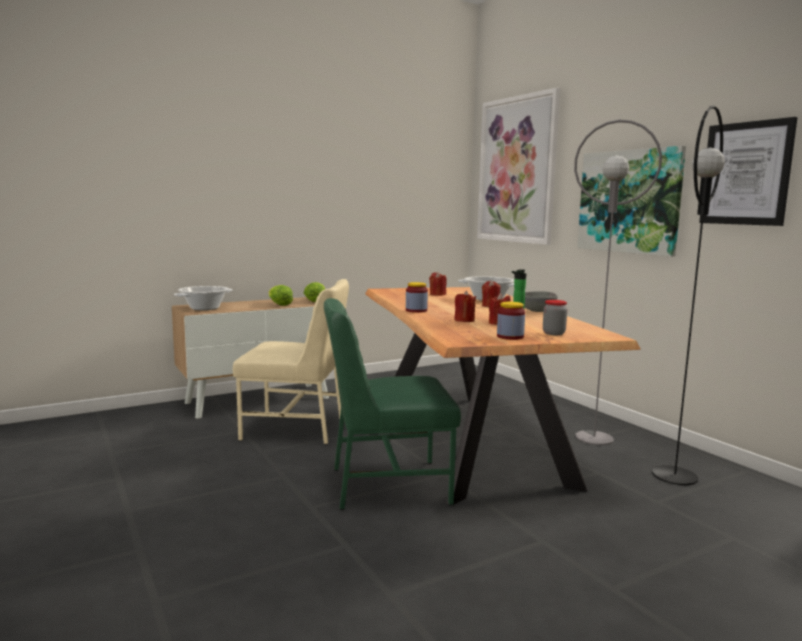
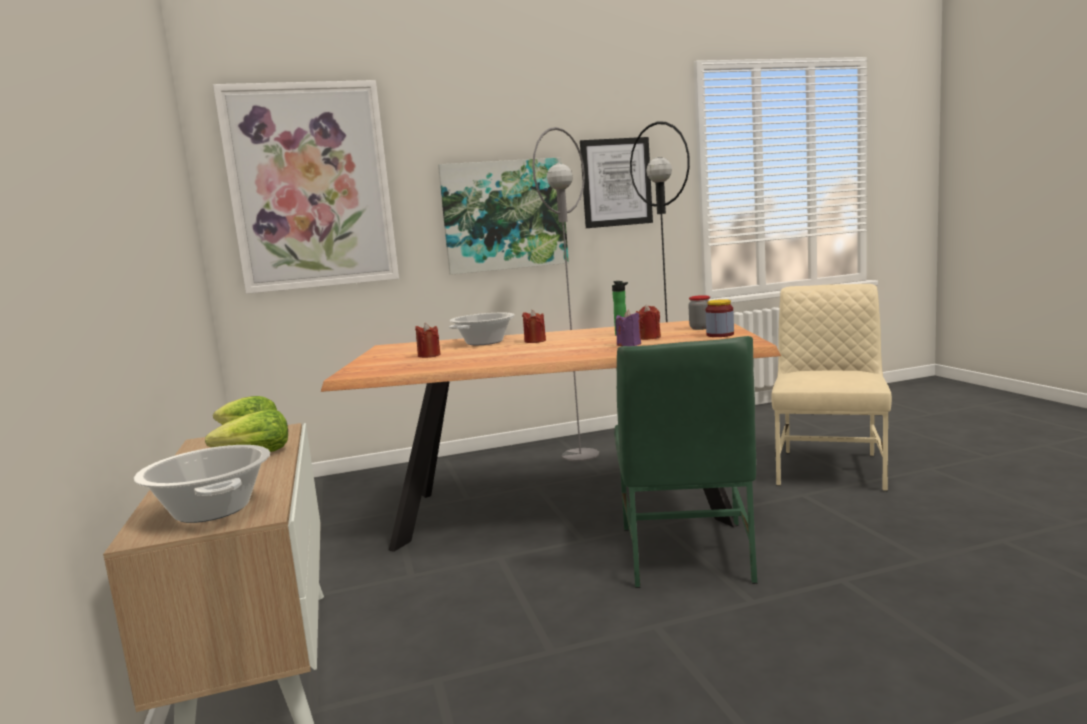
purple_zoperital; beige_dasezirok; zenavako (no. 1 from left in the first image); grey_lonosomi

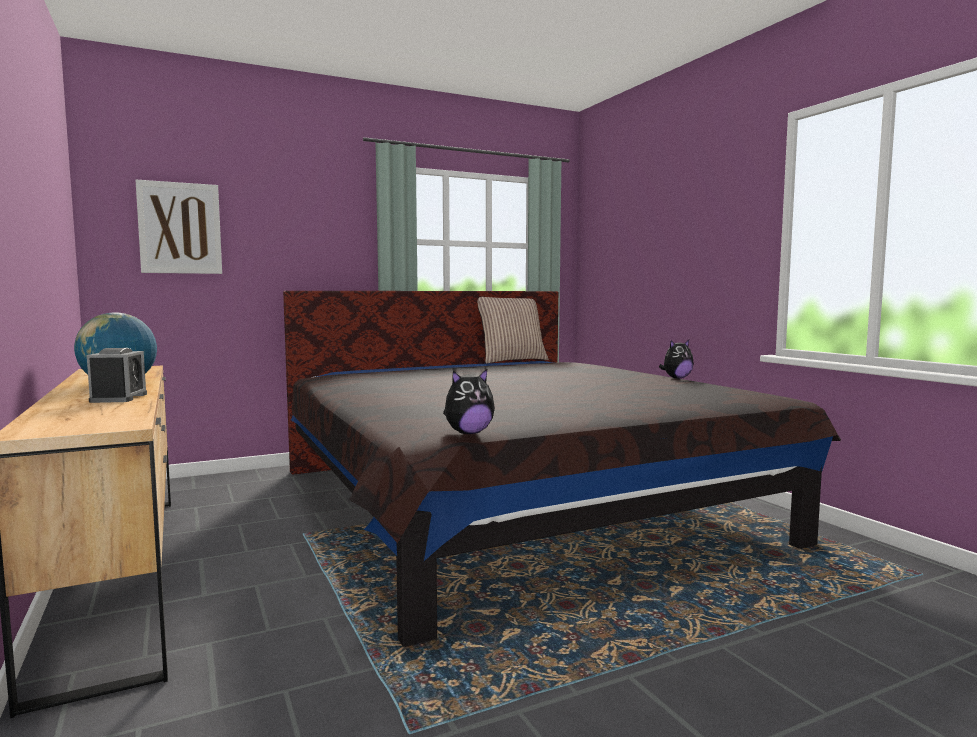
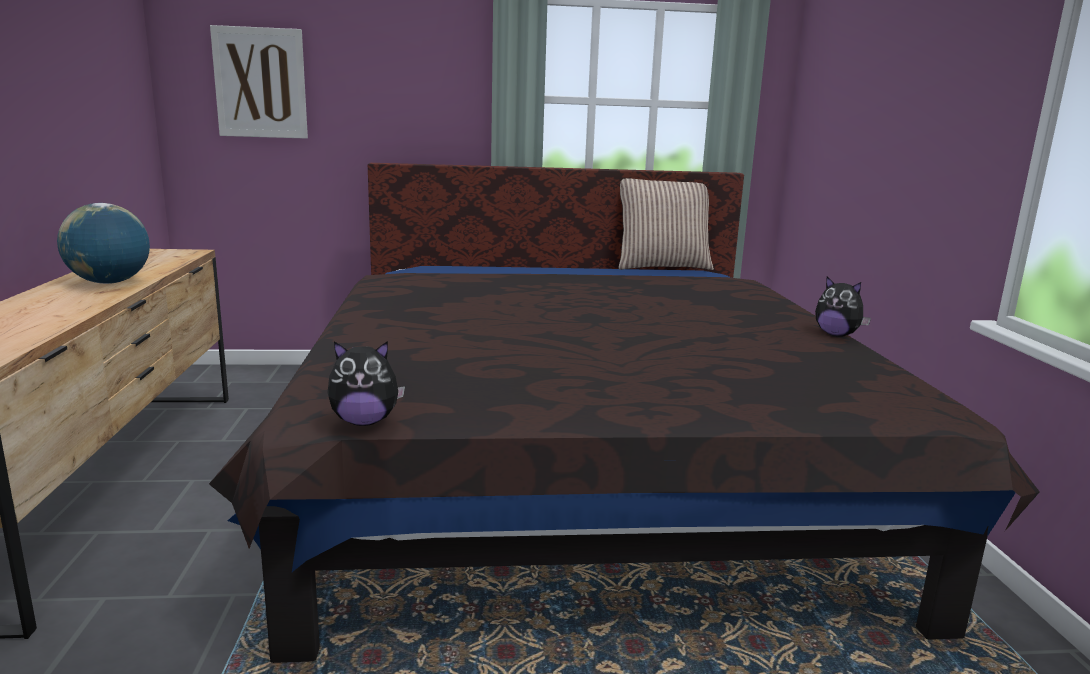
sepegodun (no. 2 from left); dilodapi

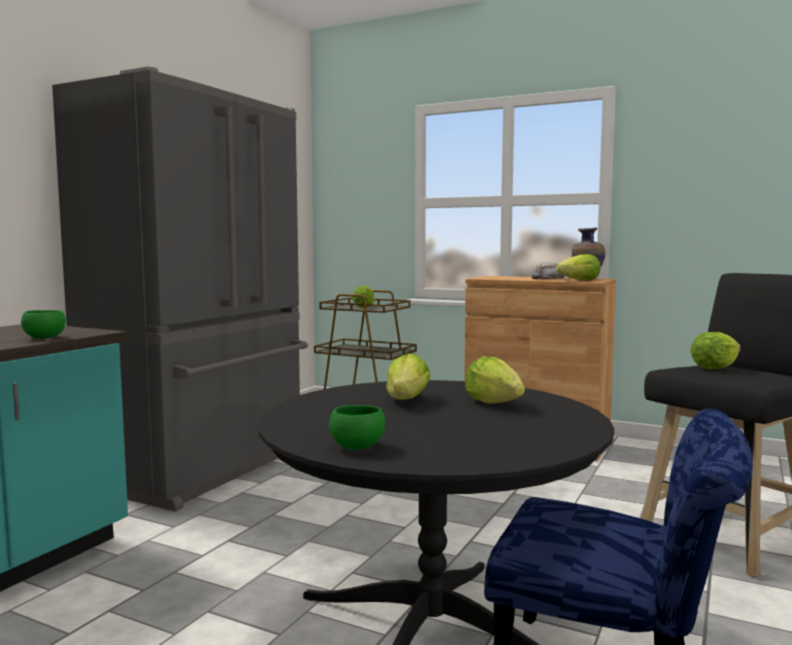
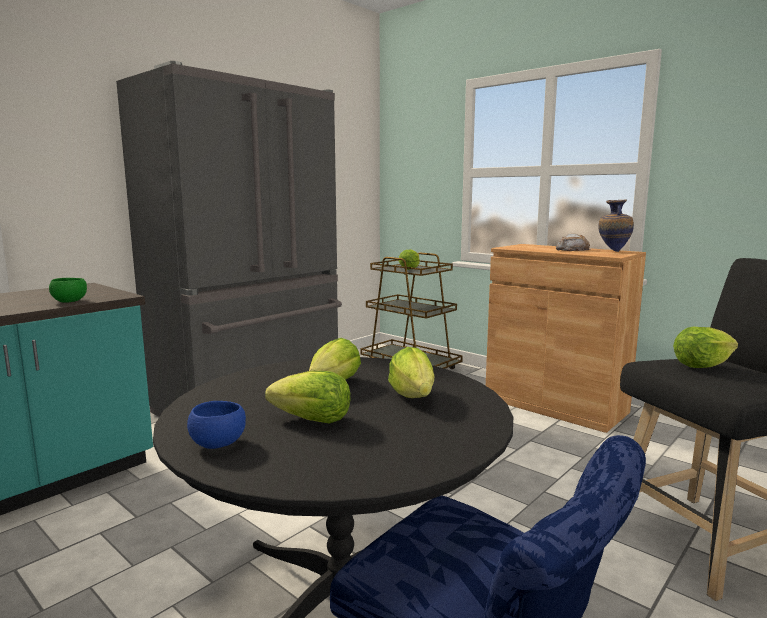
blue_lonosomi; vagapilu (no. 1 from left)

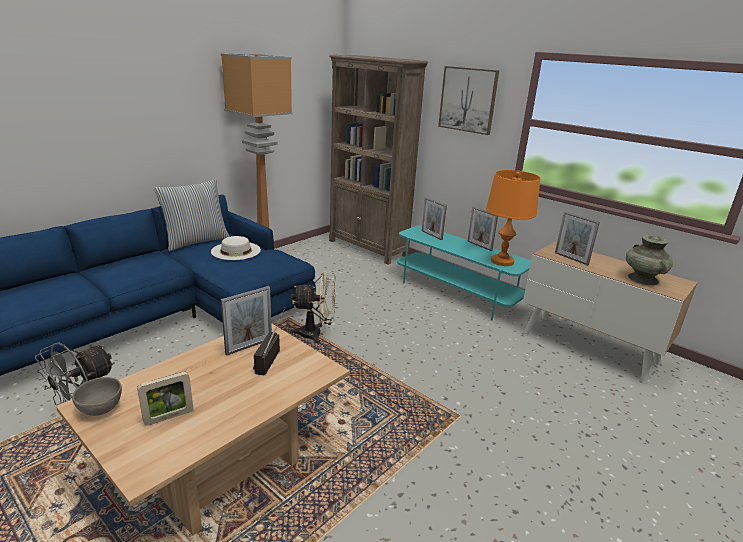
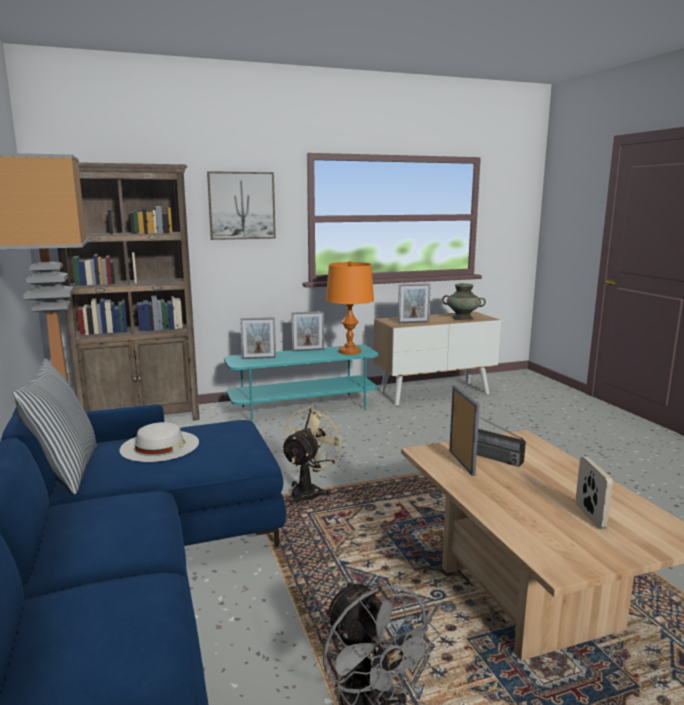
grey_lonosomi

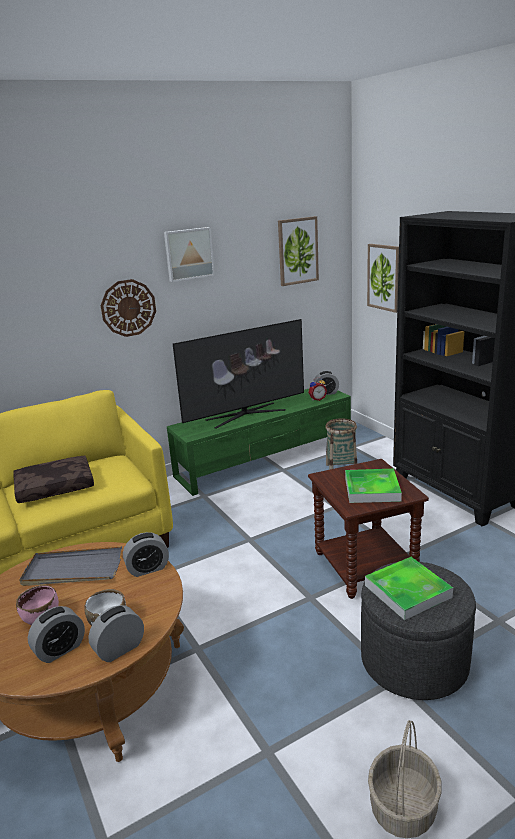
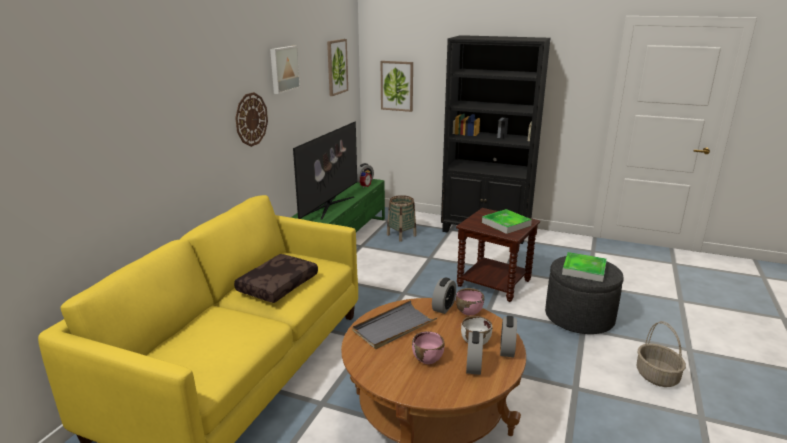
pink_lonosomi (no. 2 from left)

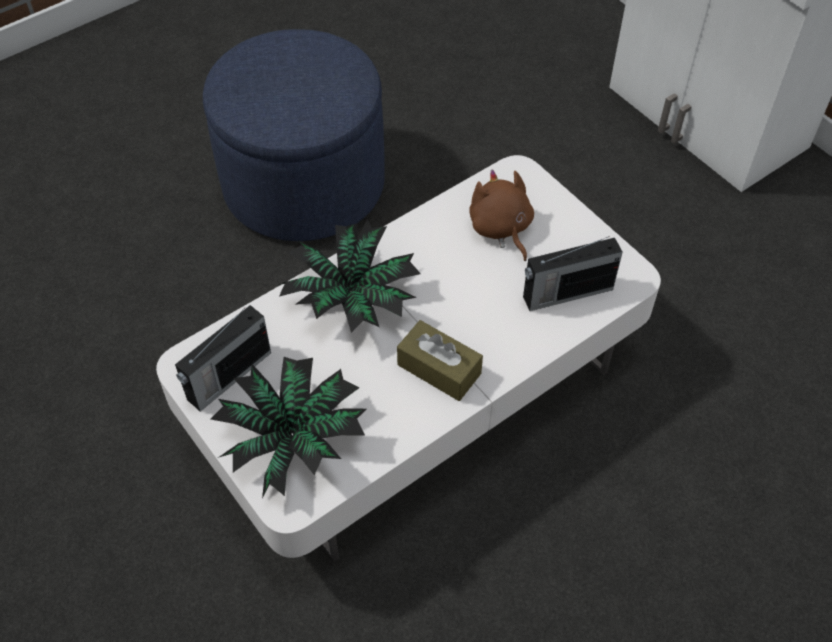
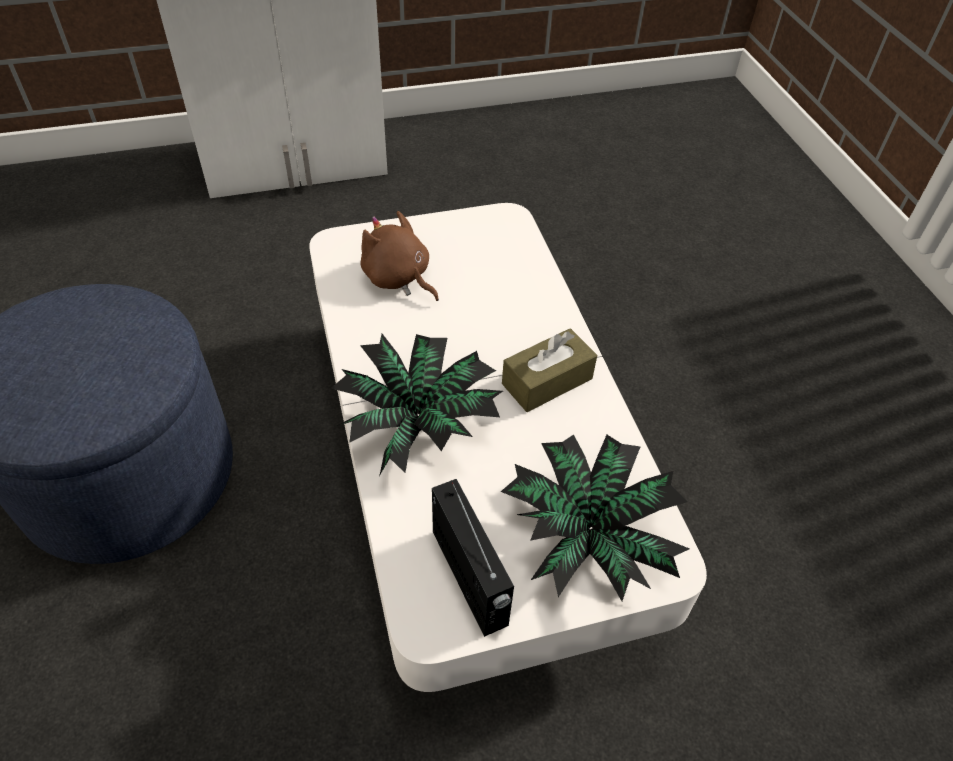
brown_sepegodun; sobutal (no. 2 from left in the first image)

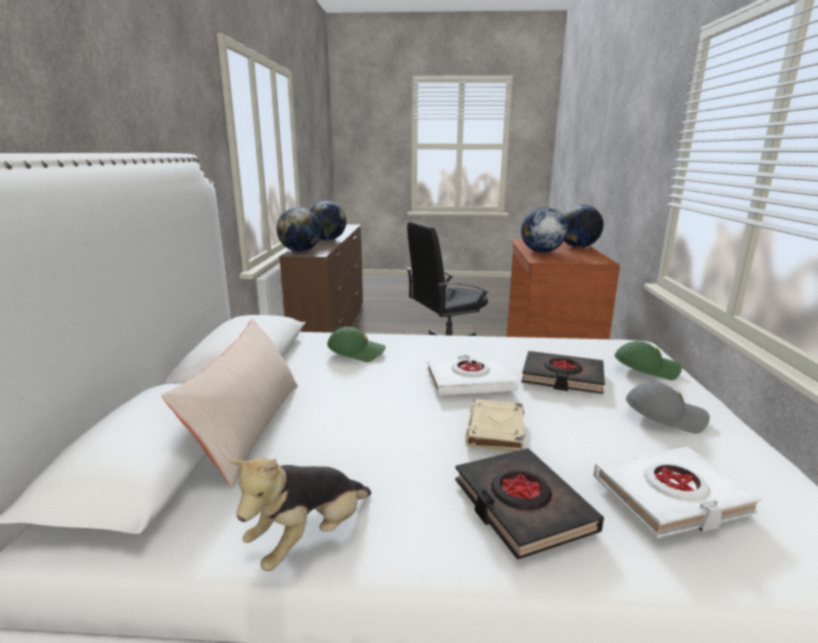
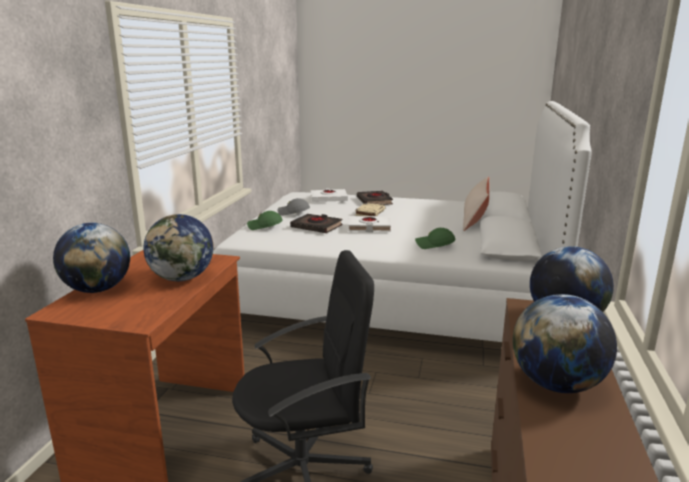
sepegodun

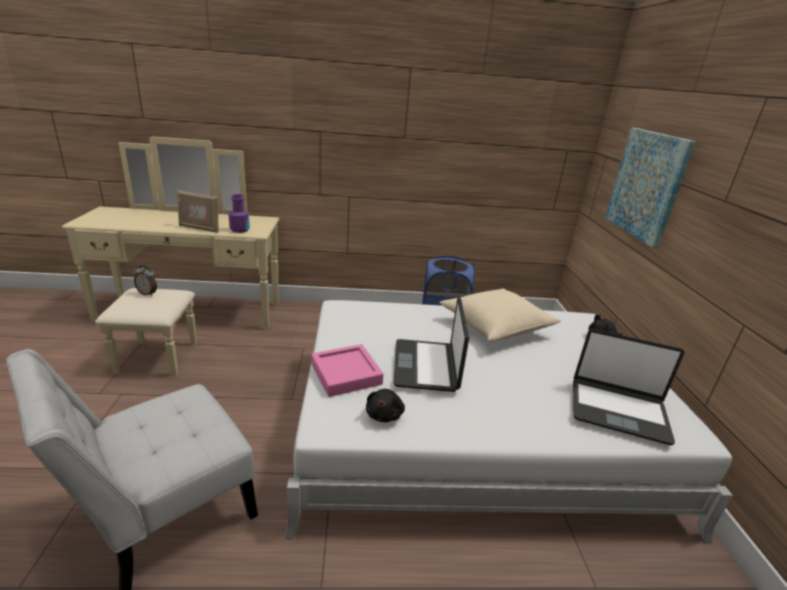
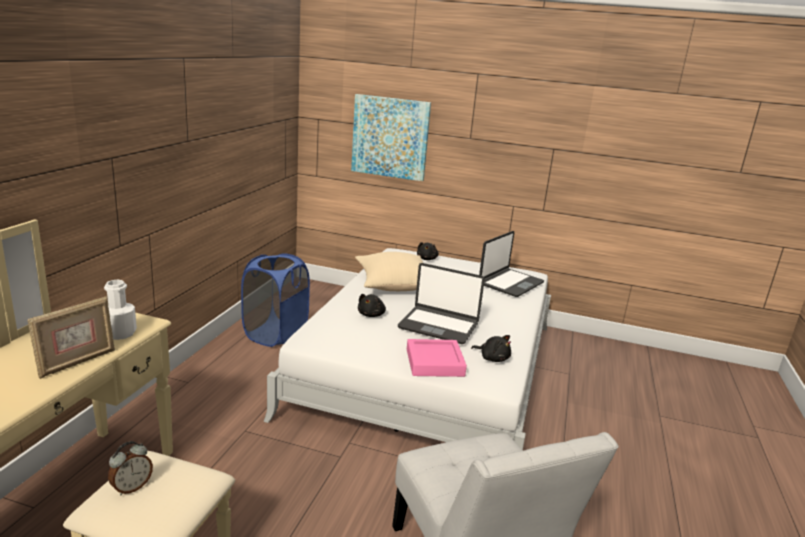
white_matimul; black_sepegodun (no. 1 from left)

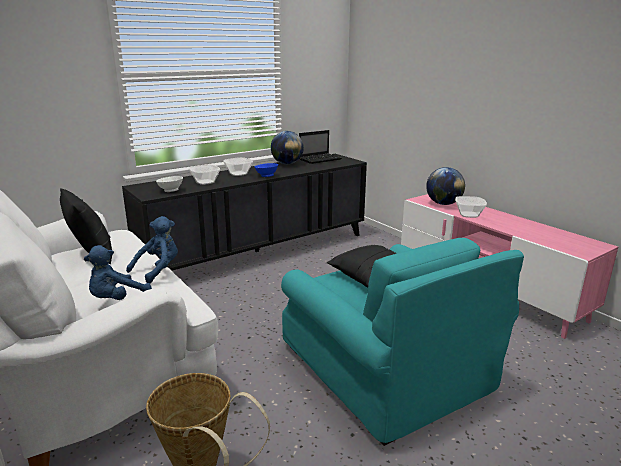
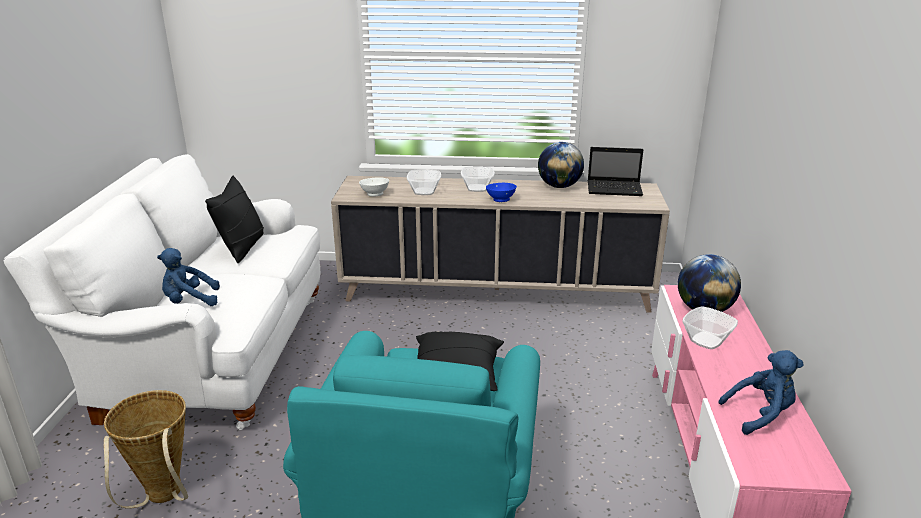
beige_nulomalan; blue_sepegodun (no. 2 from left)

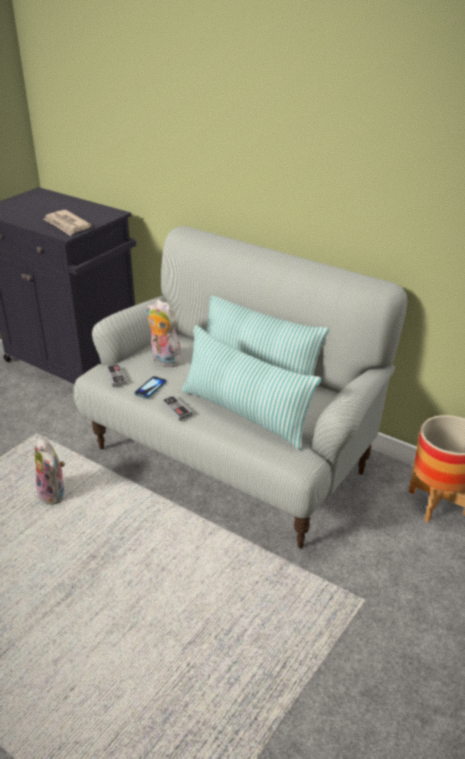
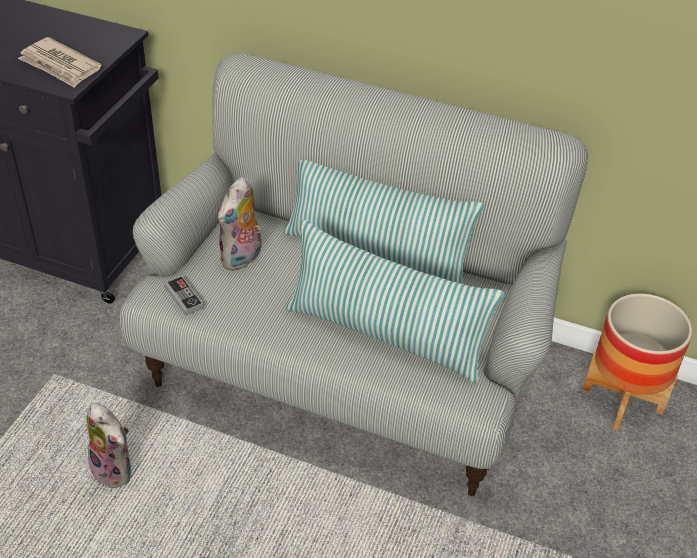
sepegodun (no. 2 from left); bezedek; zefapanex (no. 2 from left in the first image)

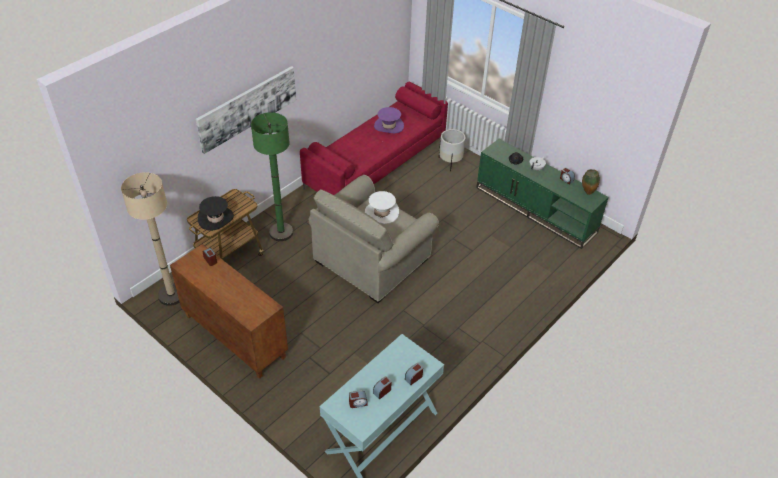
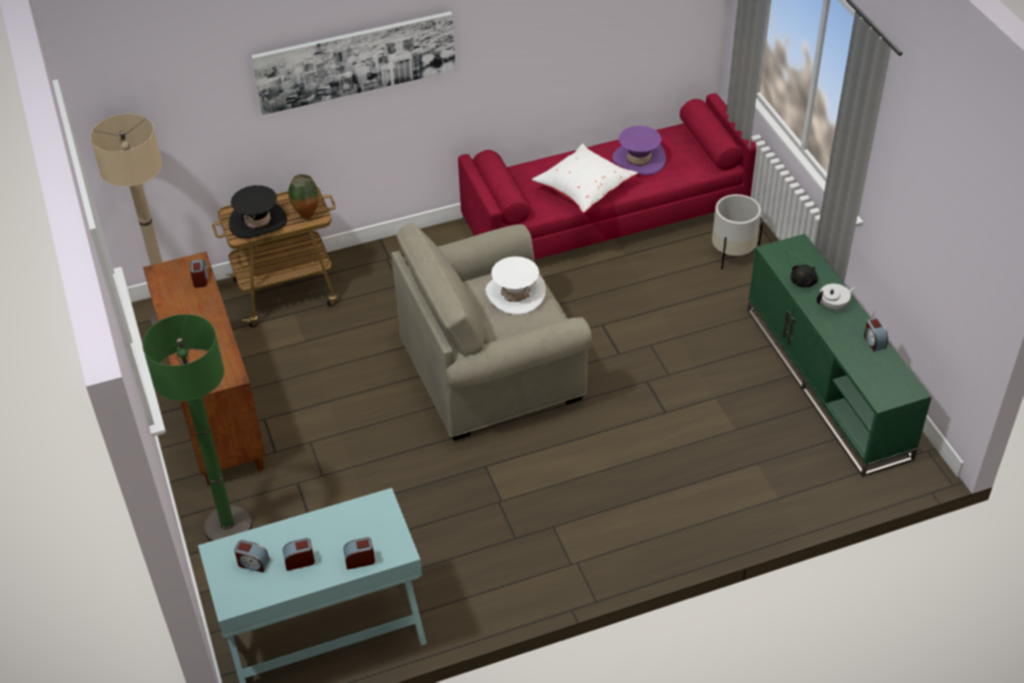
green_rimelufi; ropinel; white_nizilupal

